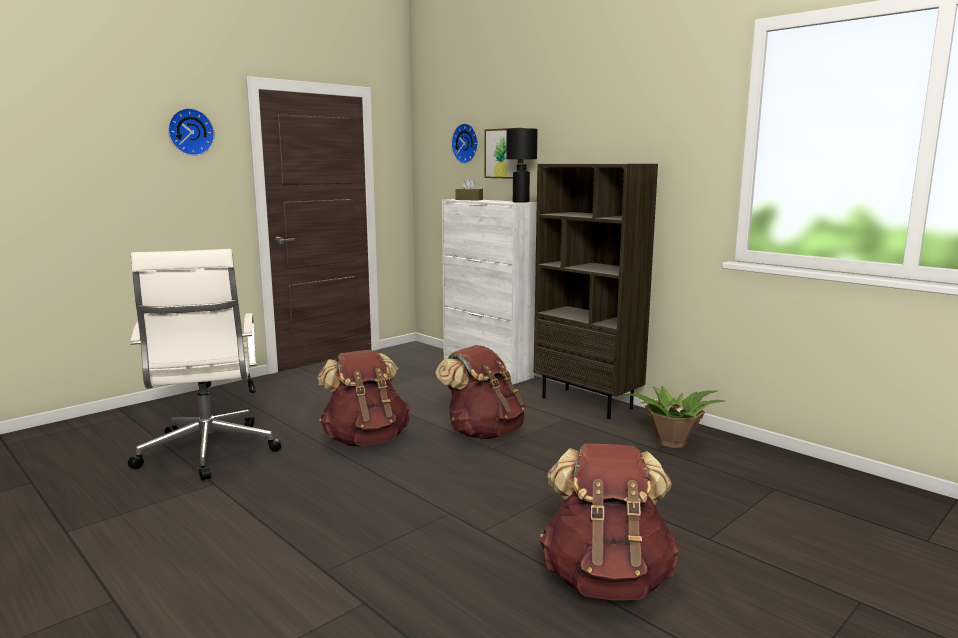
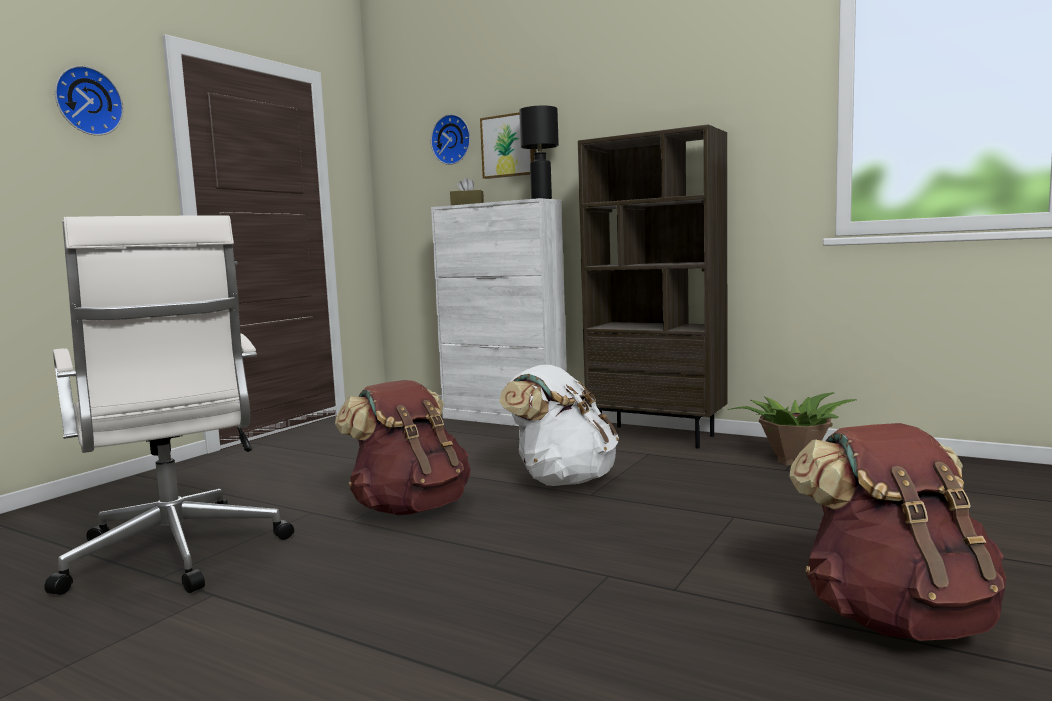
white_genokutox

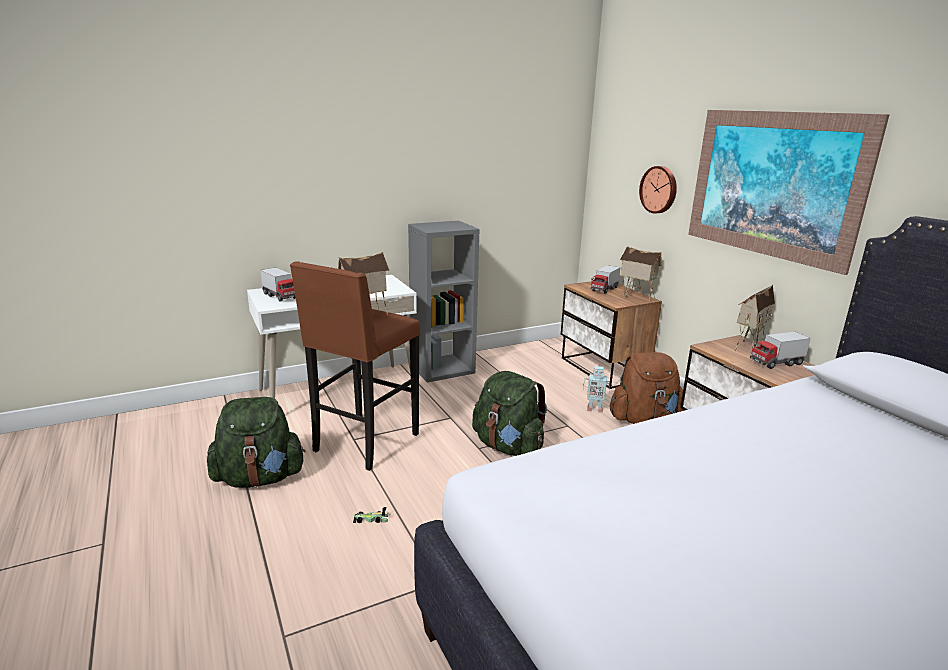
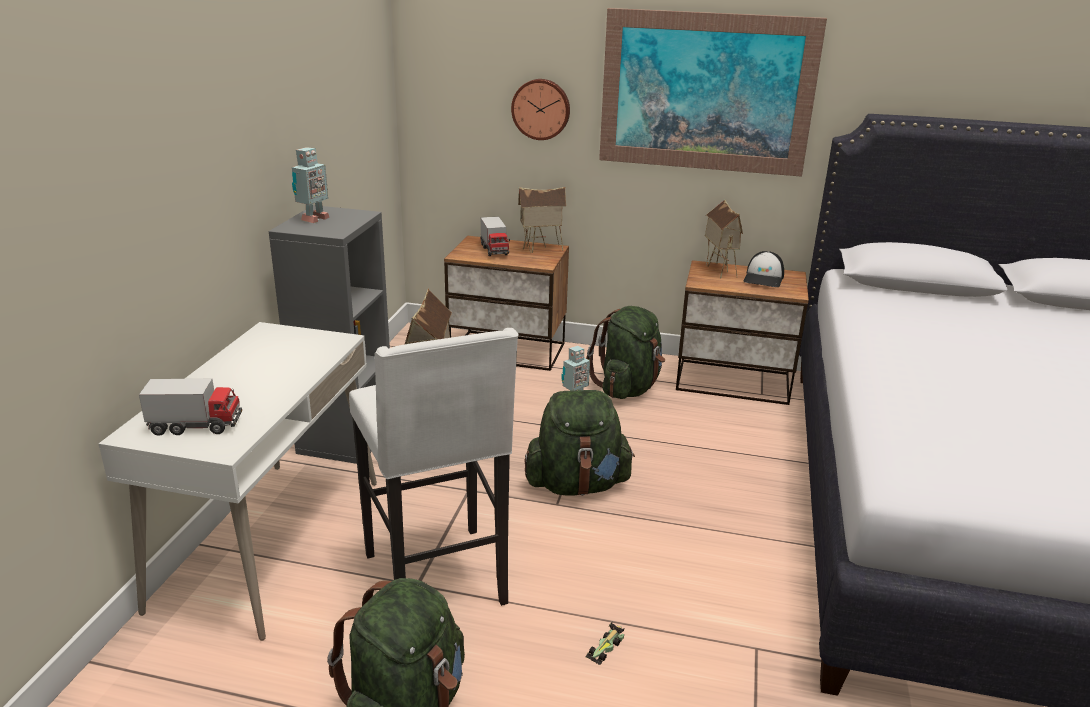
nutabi (no. 1 from left); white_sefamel; green_genokutox (no. 3 from left); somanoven

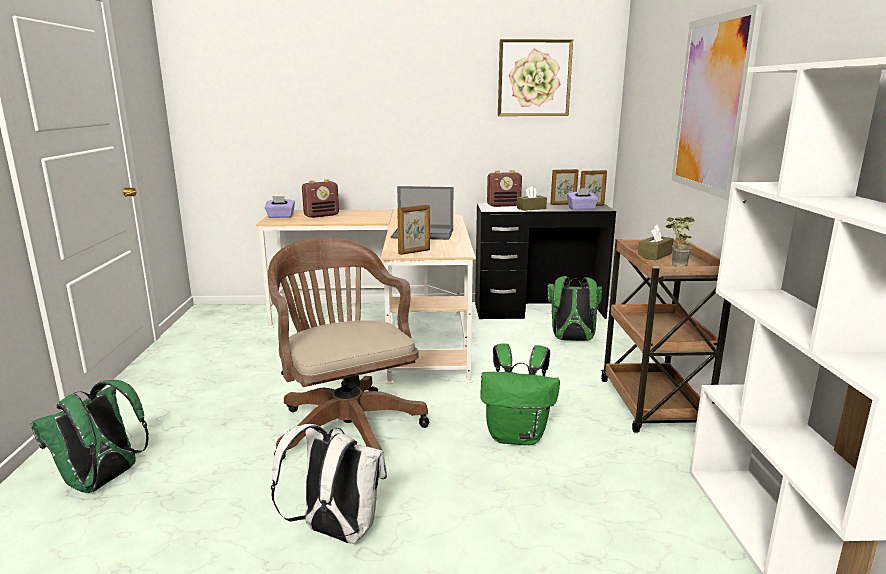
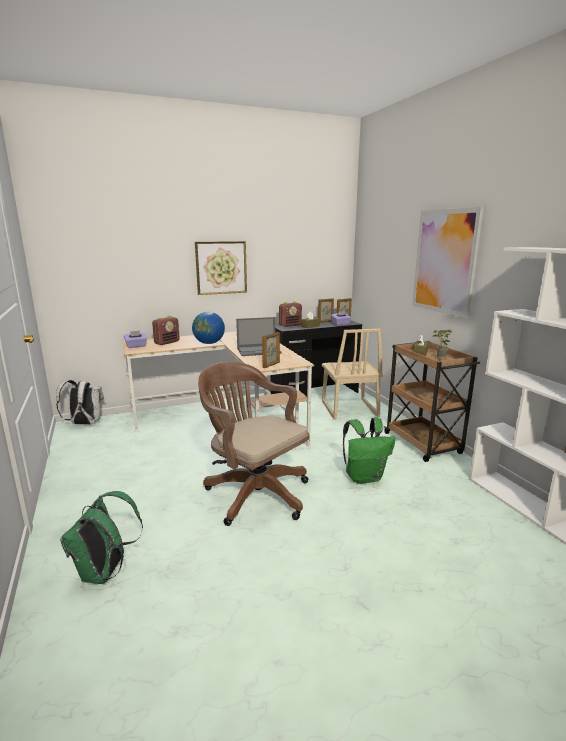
white_genokutox; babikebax; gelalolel (no. 1 from left); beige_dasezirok

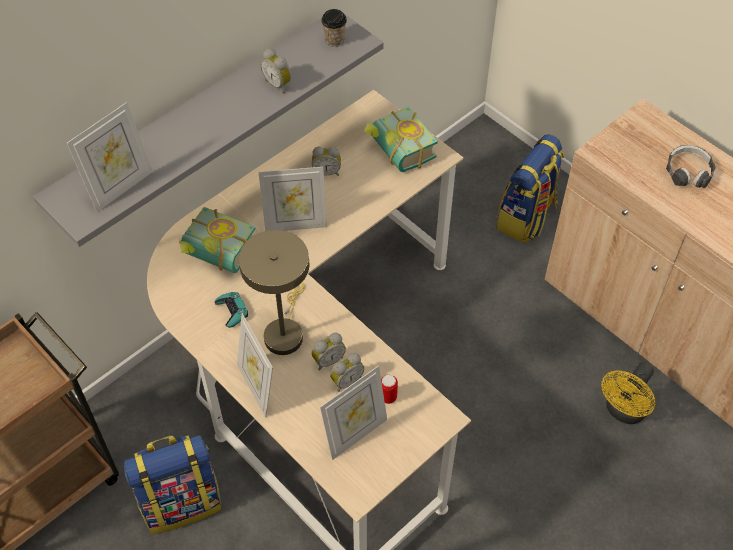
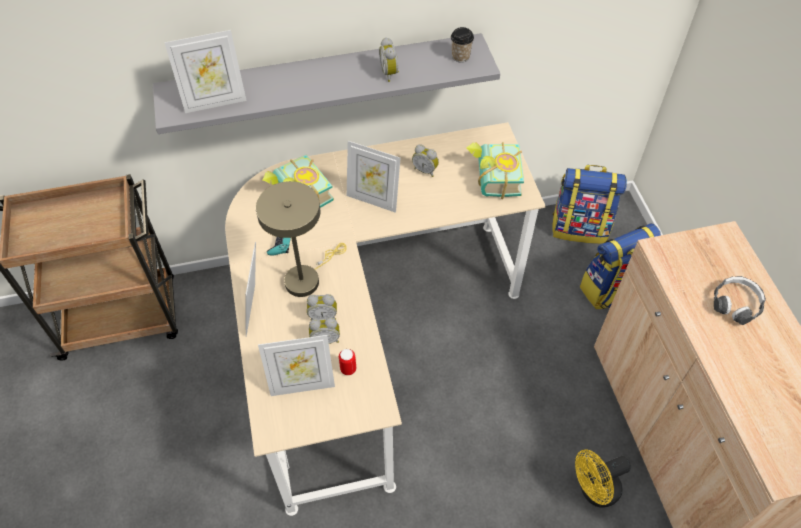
genokutox (no. 1 from left)

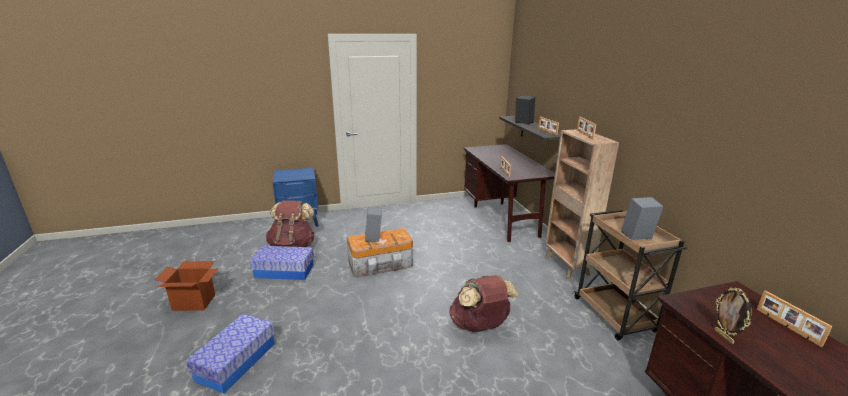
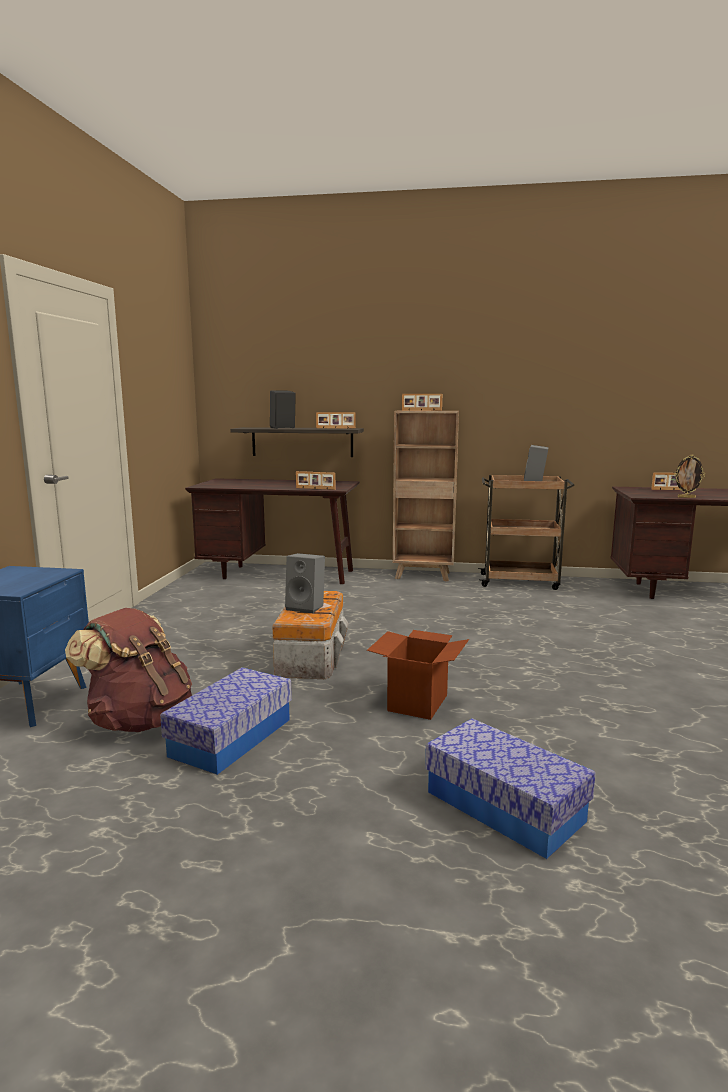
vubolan; brown_genokutox (no. 2 from left in the first image)

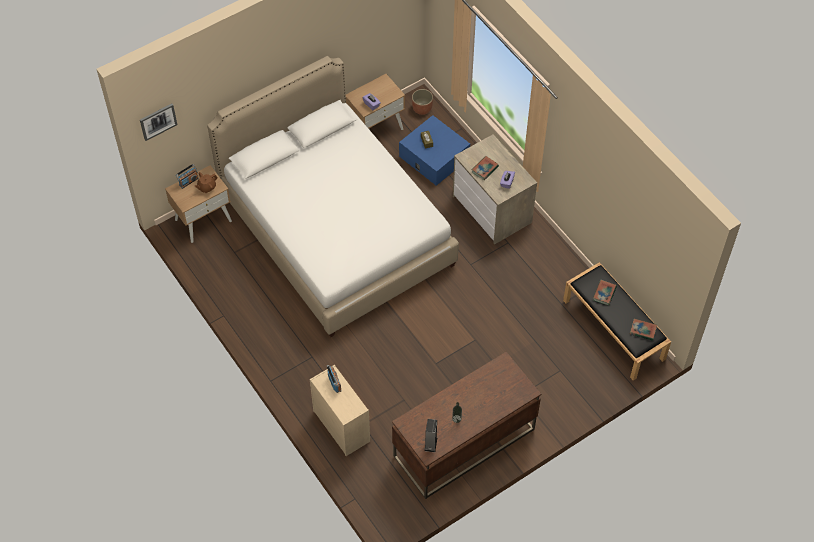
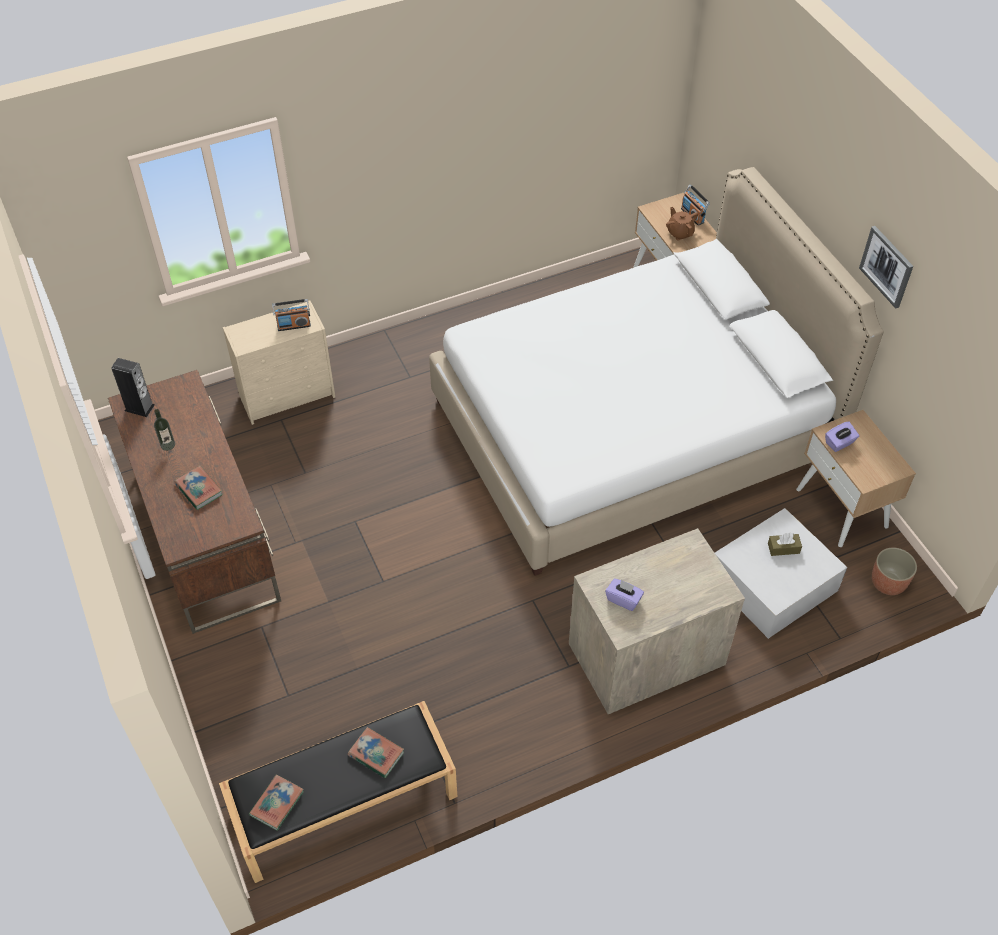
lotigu (no. 1 from left); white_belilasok; gelalolel

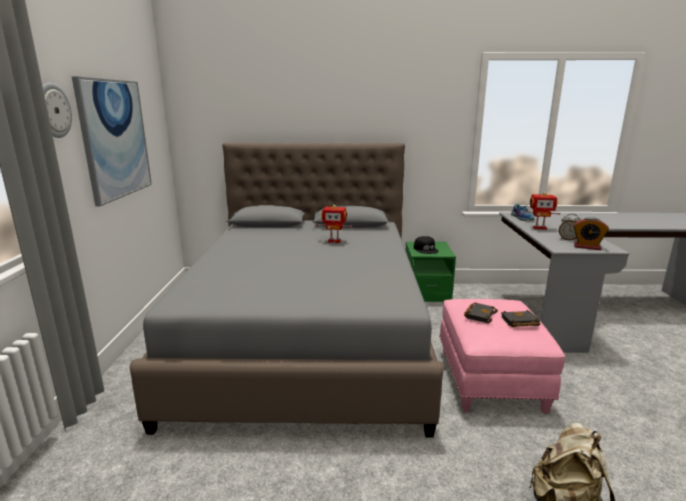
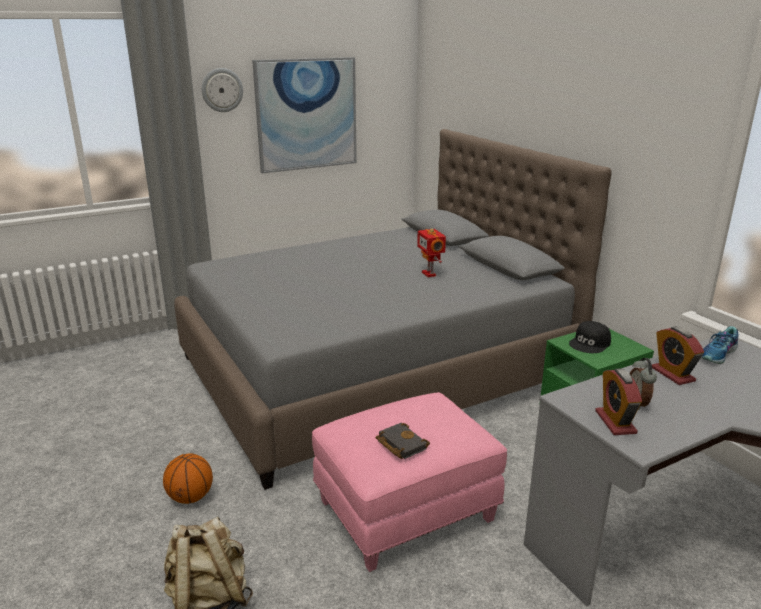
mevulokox; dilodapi (no. 3 from left); black_lotigu (no. 1 from left in the first image)

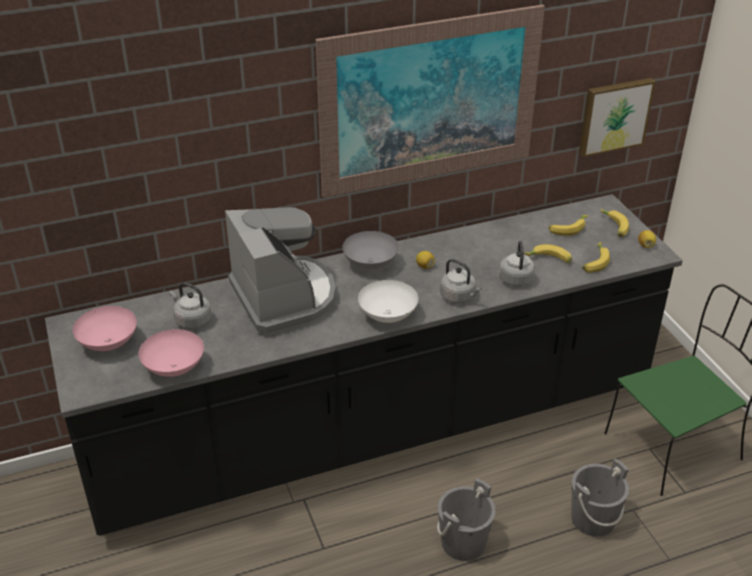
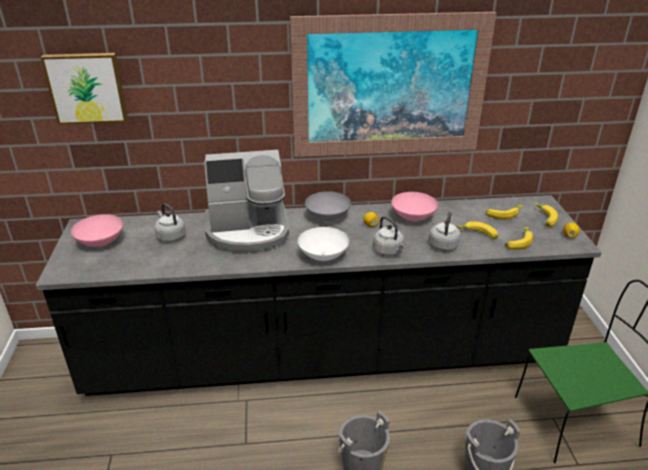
gelalolel (no. 1 from left); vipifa; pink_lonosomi (no. 2 from left)

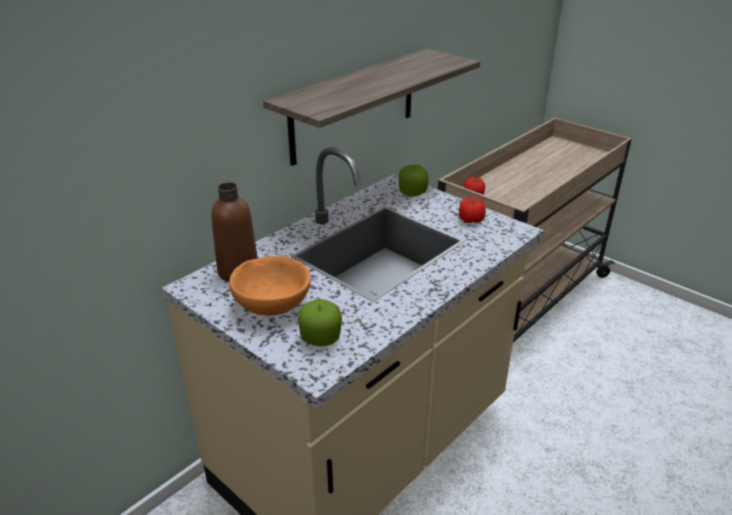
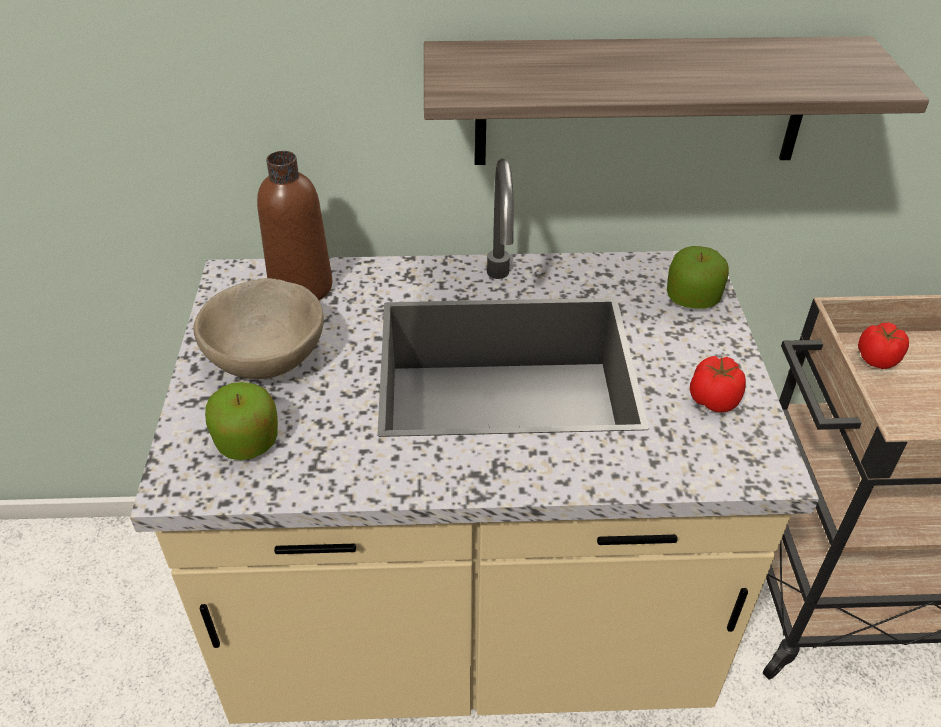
beige_lonosomi

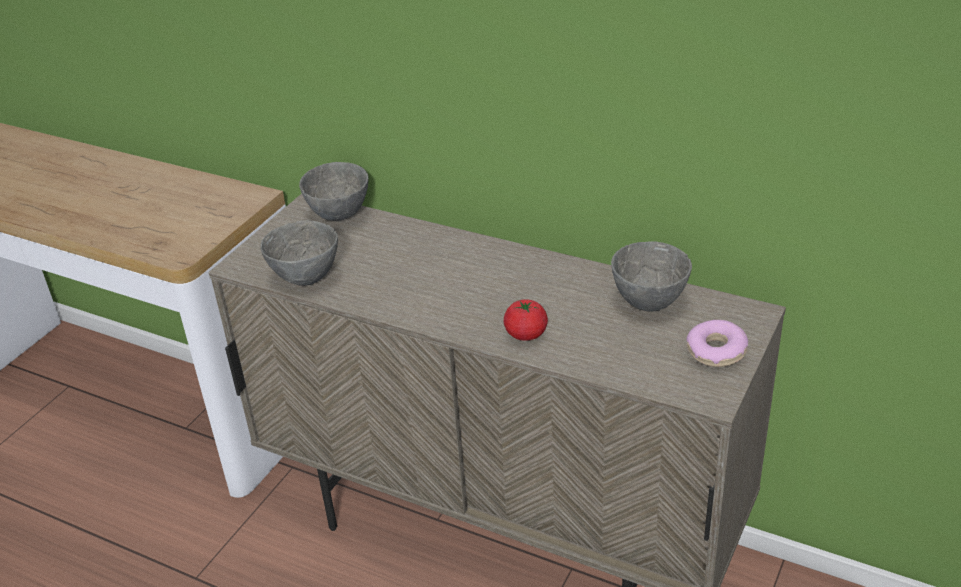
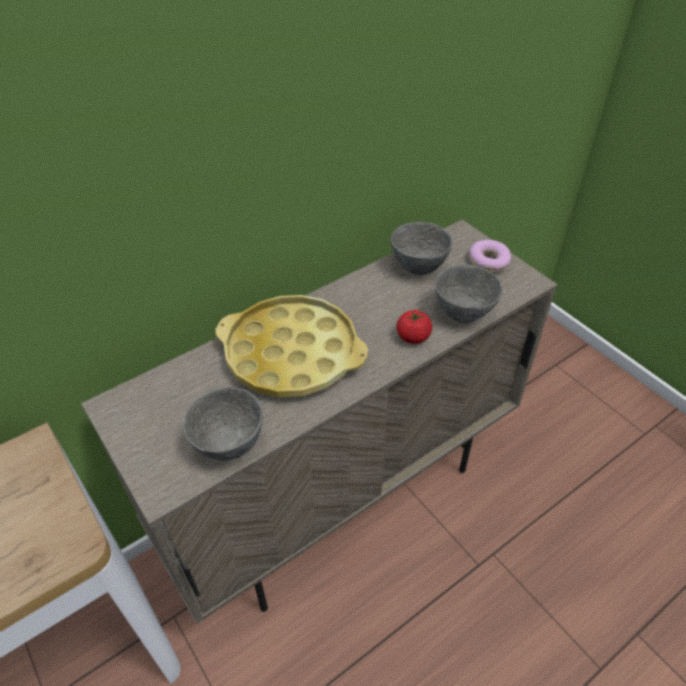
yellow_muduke; grey_lonosomi (no. 3 from left)

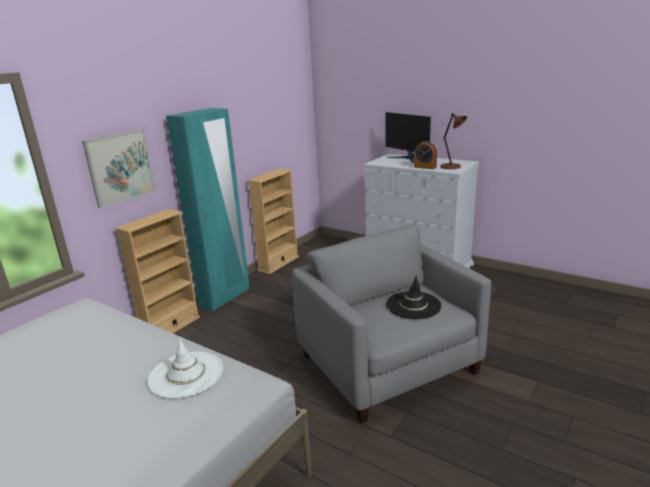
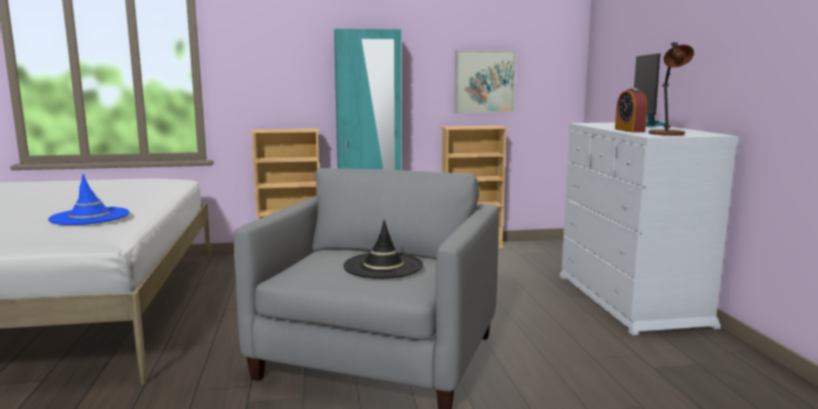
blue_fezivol; gelalolel

